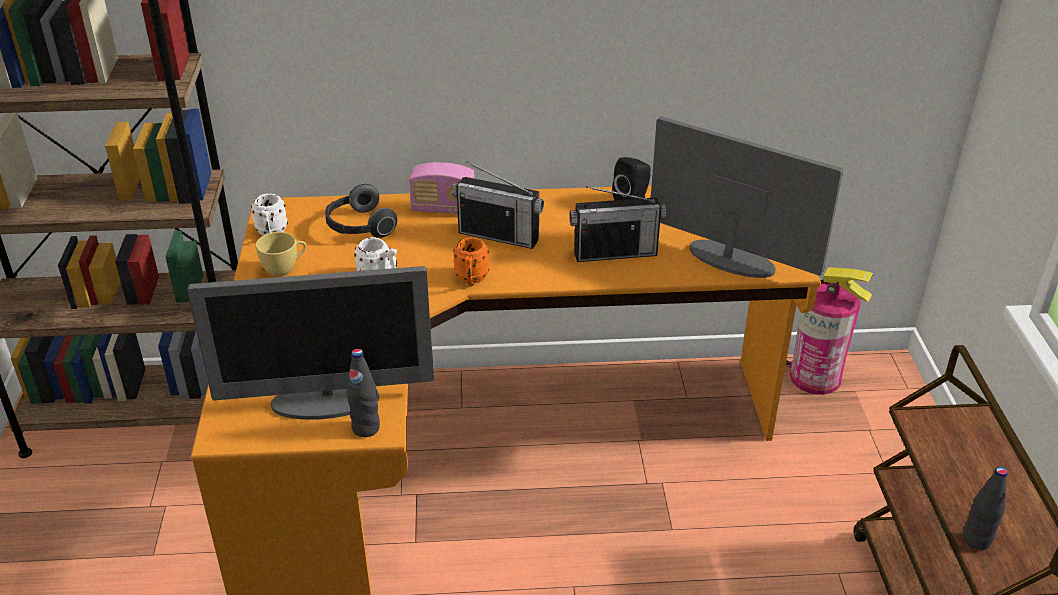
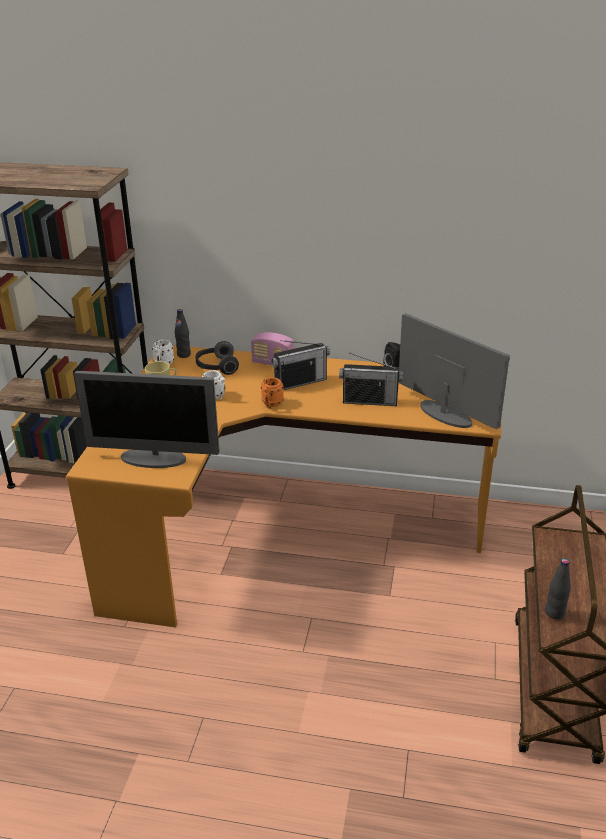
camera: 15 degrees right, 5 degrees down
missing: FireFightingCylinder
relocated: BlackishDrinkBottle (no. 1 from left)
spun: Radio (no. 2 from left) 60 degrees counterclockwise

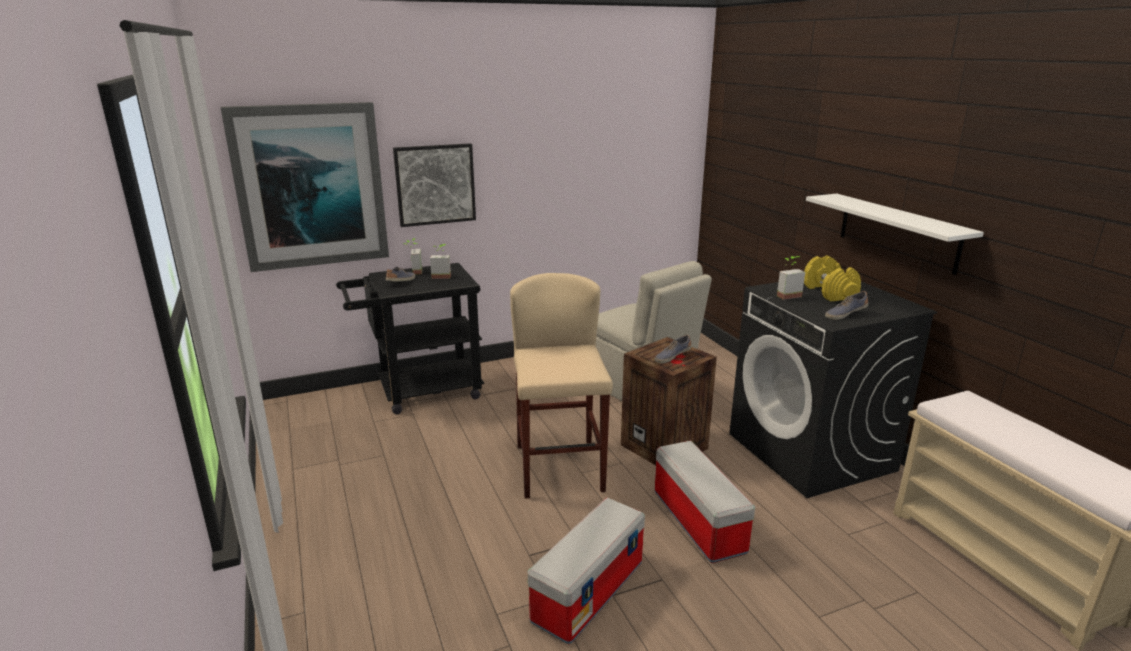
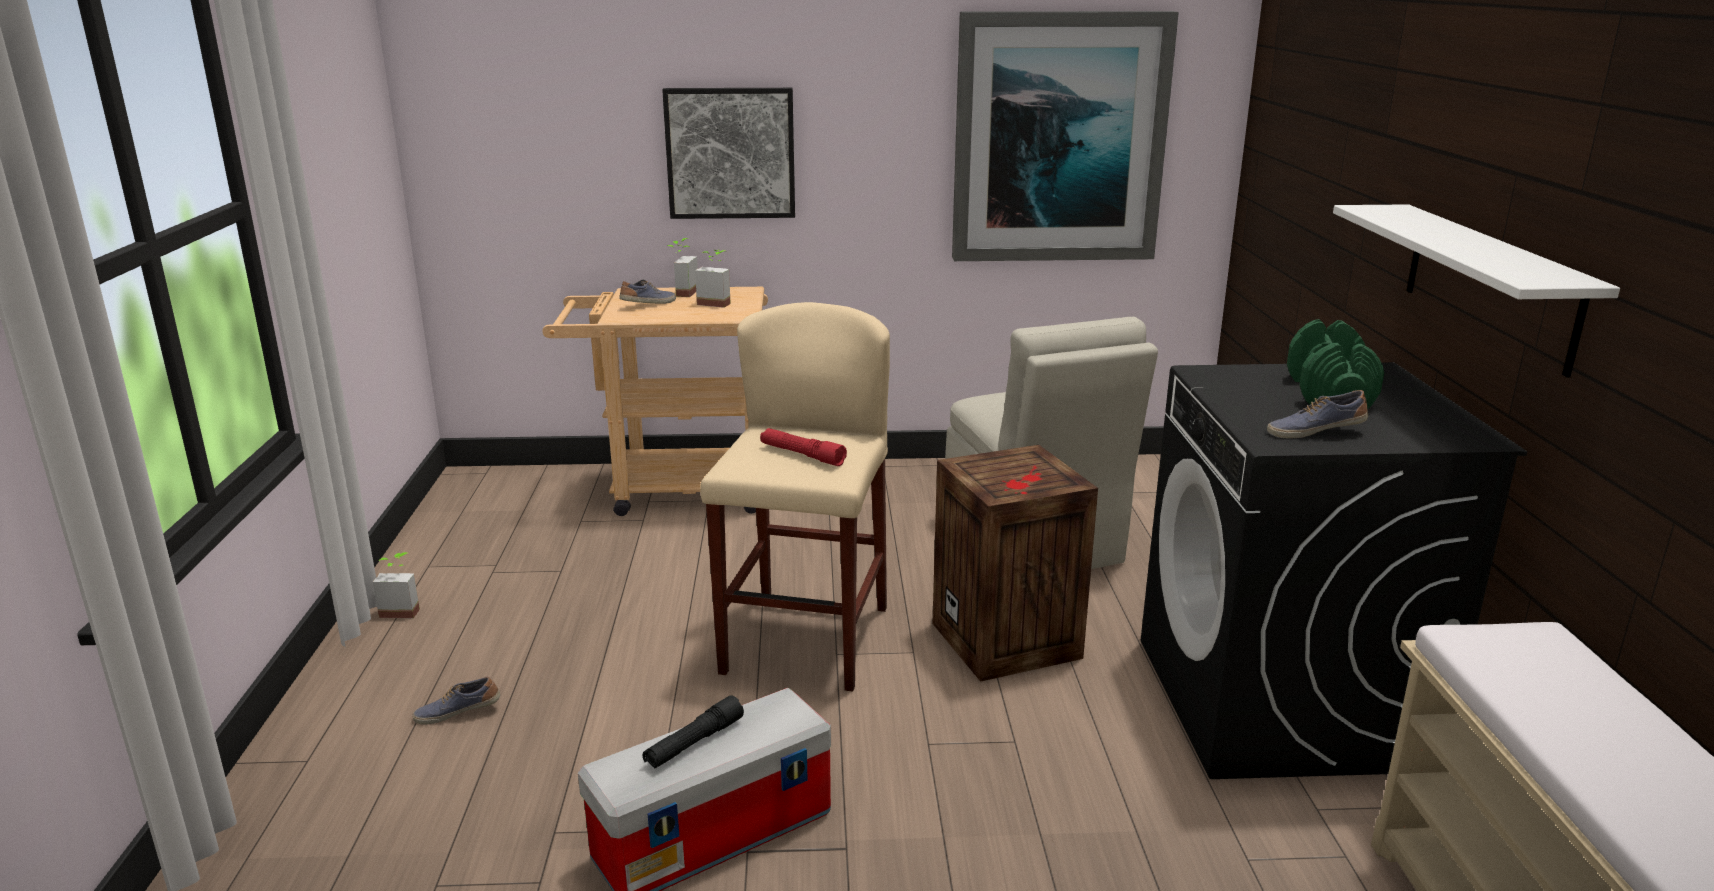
camera: 20 degrees right, 0 degrees up
missing: StorageBin (no. 2 from left)
appeared: RedHandTorch; BlackishHandTorch
relocated: Picture (no. 1 from left in the first image) to Picture (no. 2 from left); Houseplant (no. 3 from left in the first image) to Houseplant (no. 1 from left); Shoe (no. 2 from left in the first image) to Shoe (no. 1 from left)
colour: YellowColouredDumbbell to GreenColouredDumbbell; BlackishCart to SandColouredCart

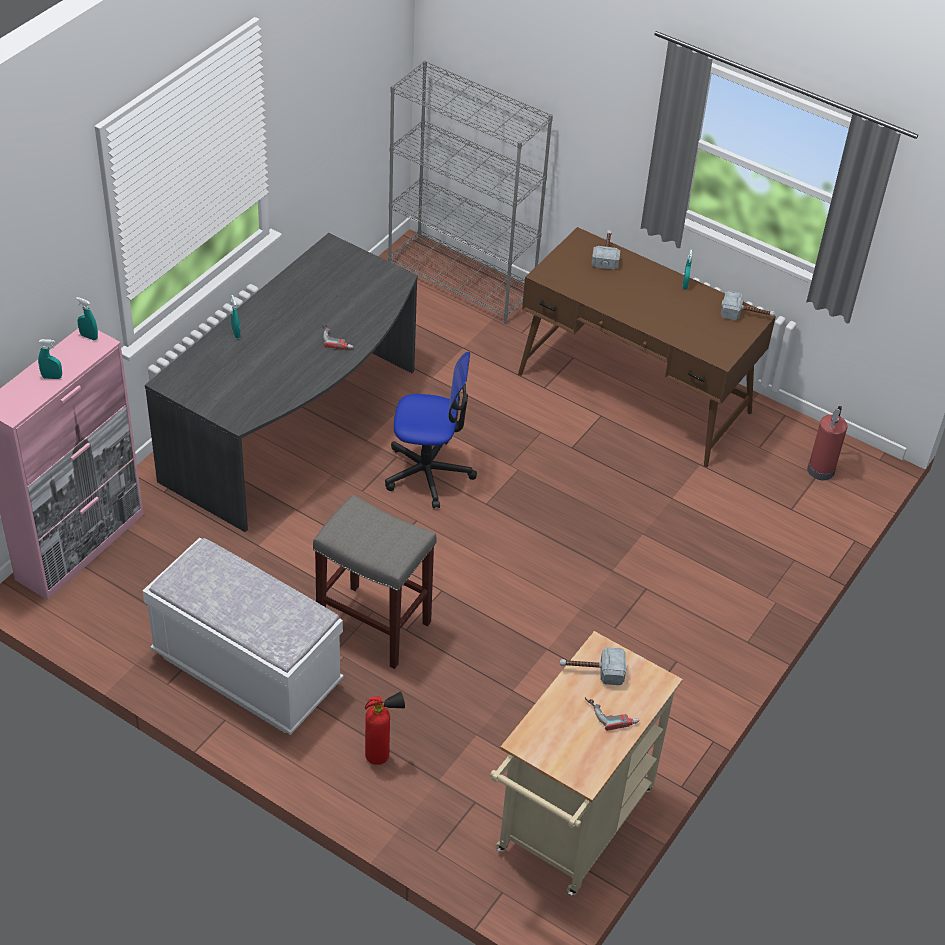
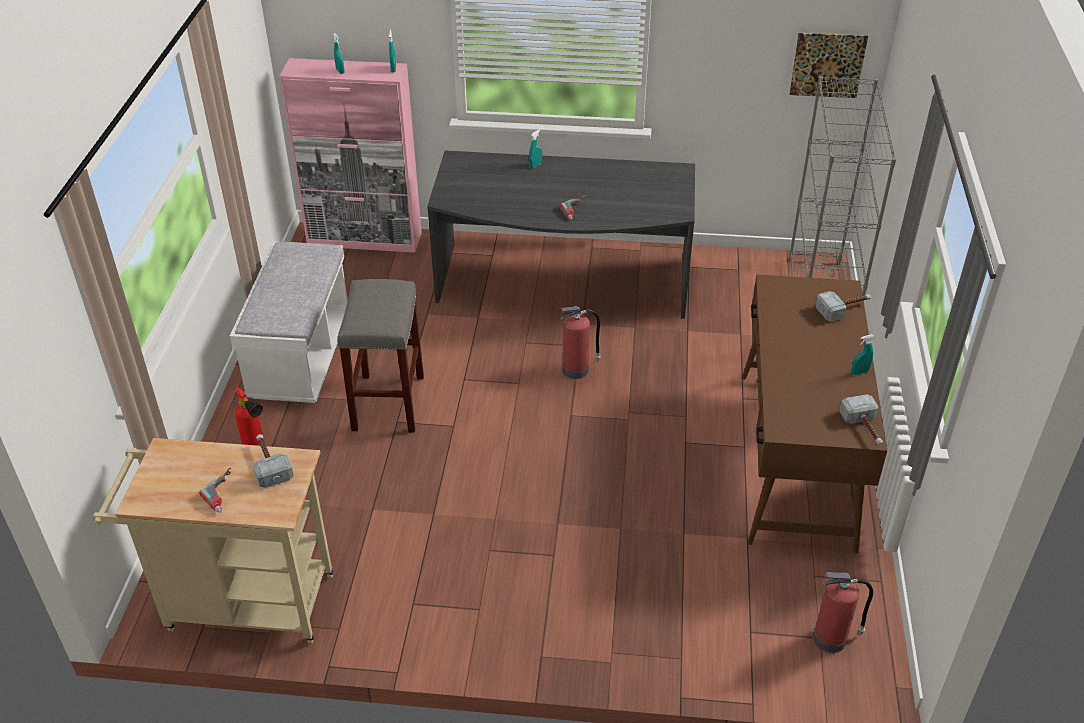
camera: 65 degrees right, 5 degrees down
appeared: Picture
exchanged: OfficeChair to FireFightingCylinder (no. 2 from left)

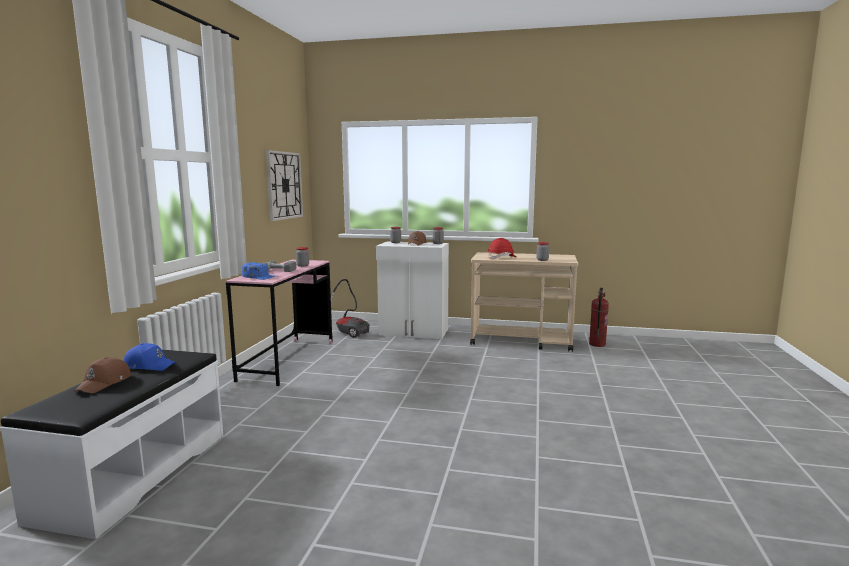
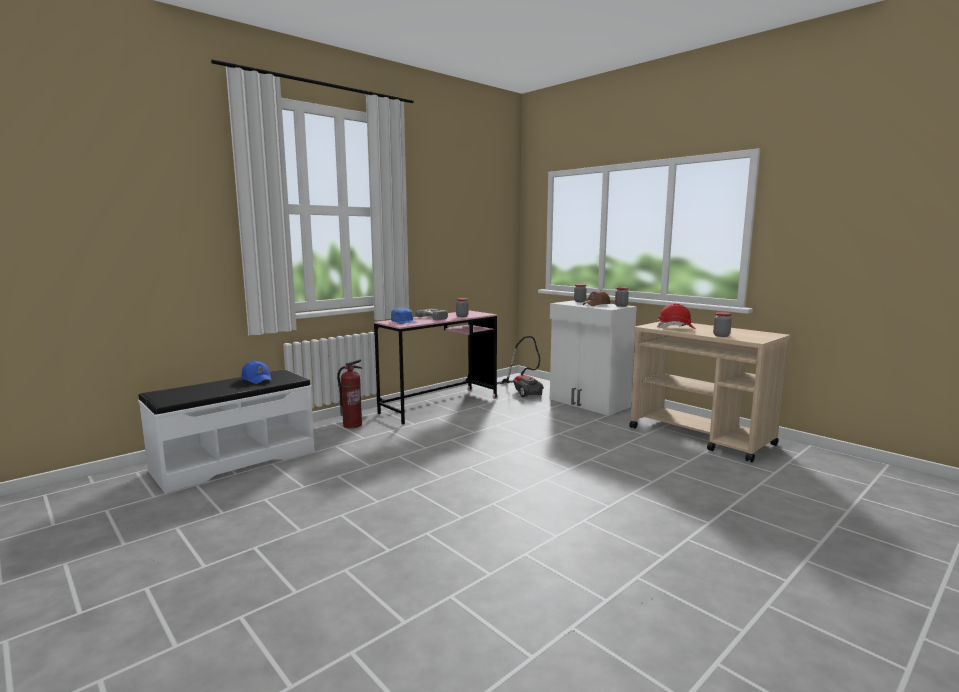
camera: 35 degrees right, 0 degrees up
missing: ClockOnTheWall; BrownPeakedCap (no. 1 from left)
relocated: FireFightingCylinder

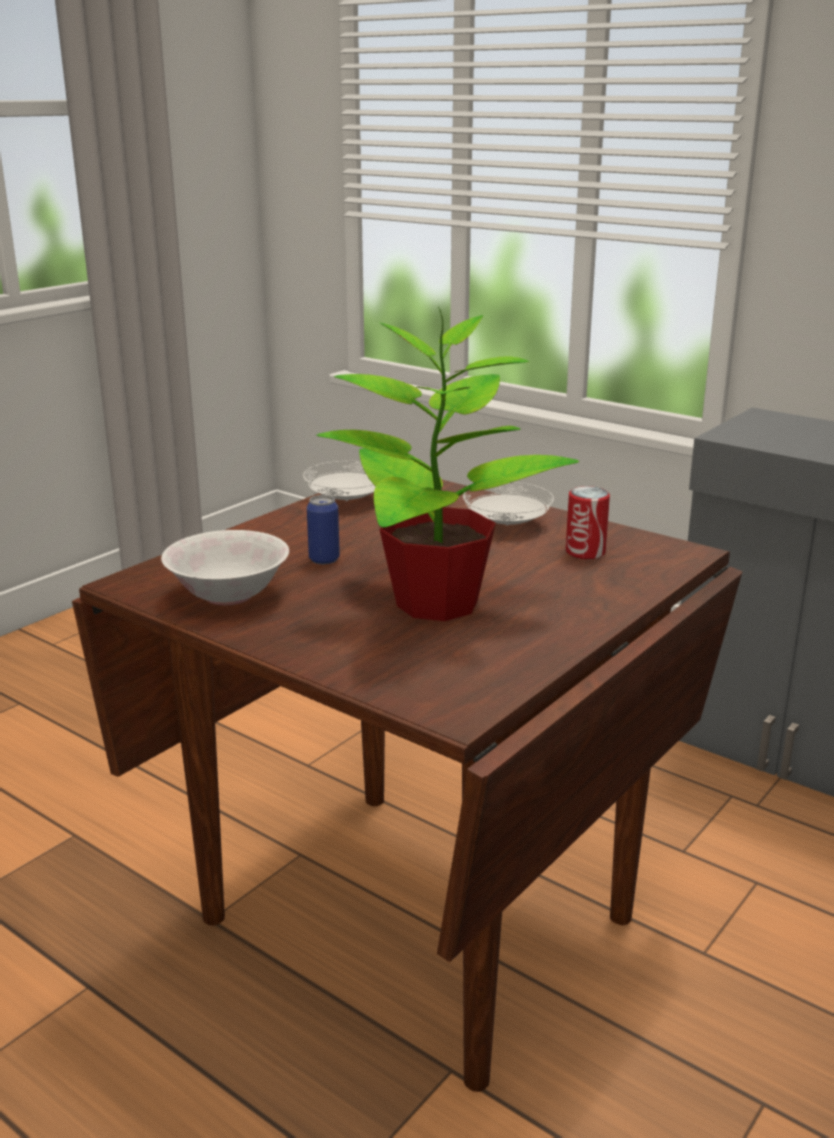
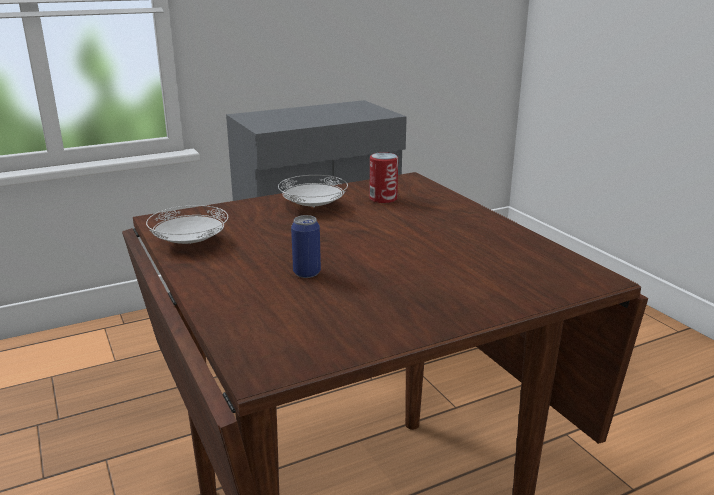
camera: 65 degrees left, 0 degrees up
missing: Houseplant; WhitishServingBowl

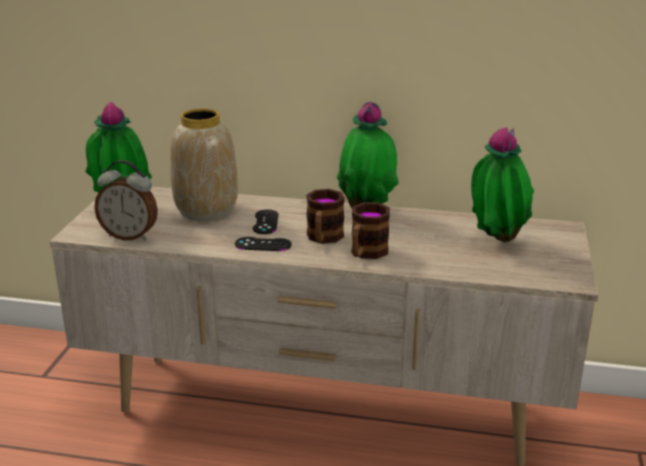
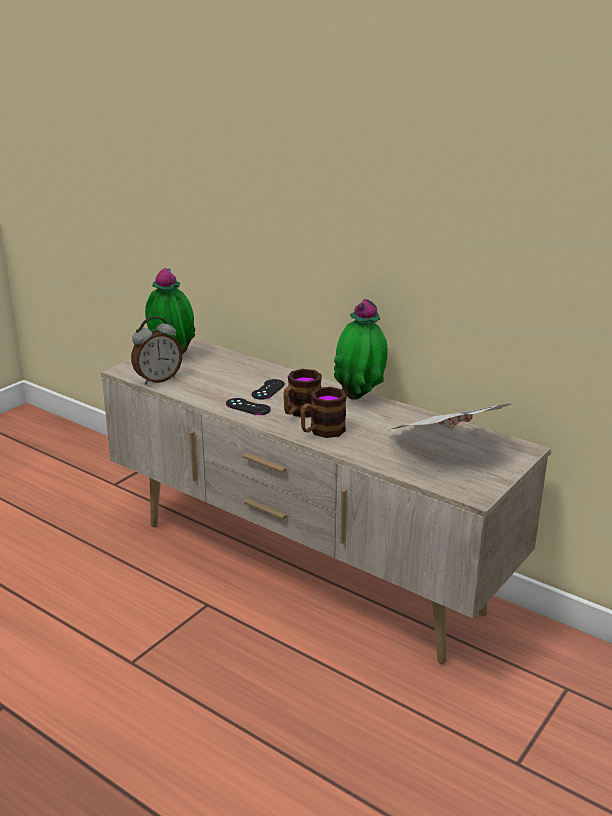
camera: 25 degrees right, 0 degrees up
missing: DecorativeVase
exchanged: Houseplant (no. 3 from left) to Newspaper
spun: TableClock 75 degrees counterclockwise

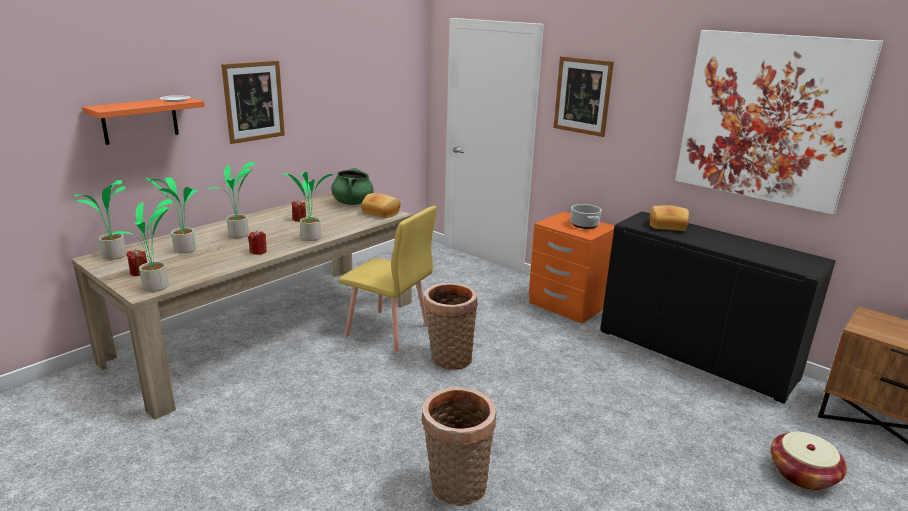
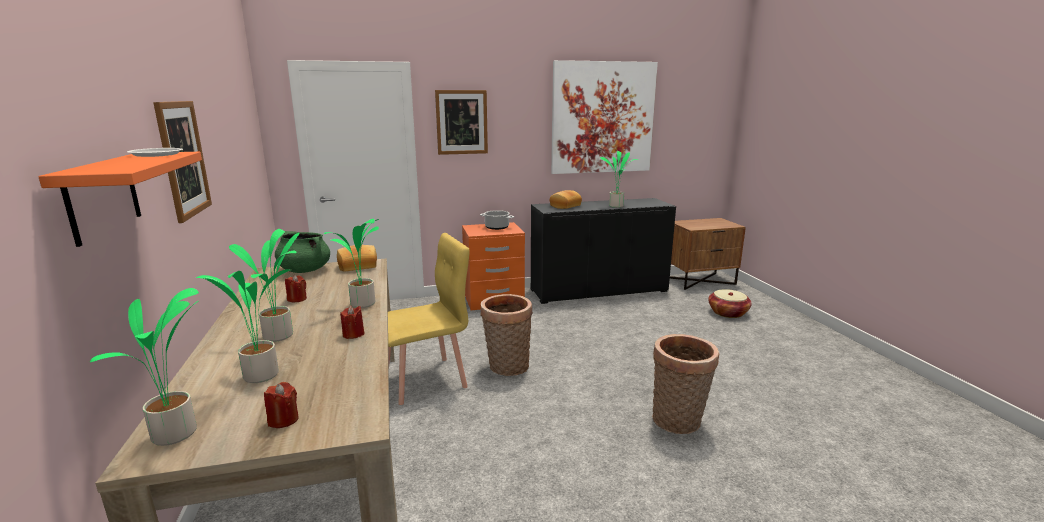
camera: 55 degrees left, 5 degrees down
relocated: Houseplant (no. 2 from left in the first image) to Houseplant (no. 5 from left)

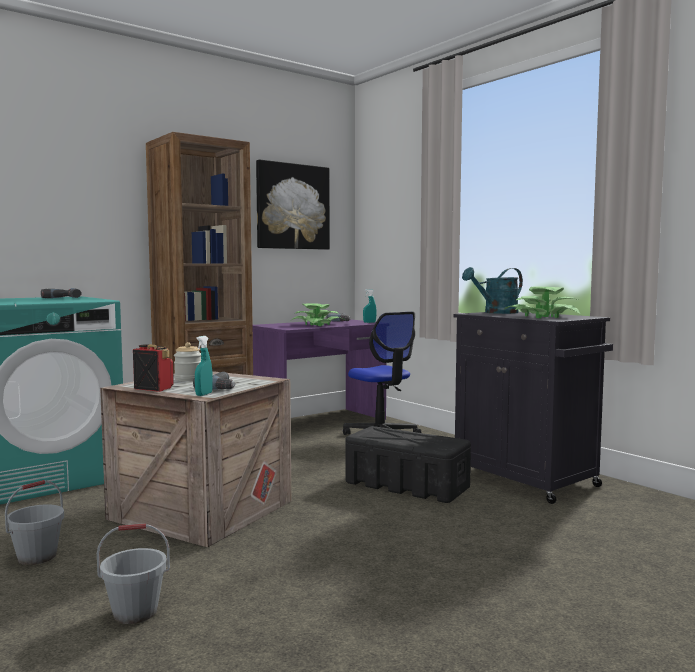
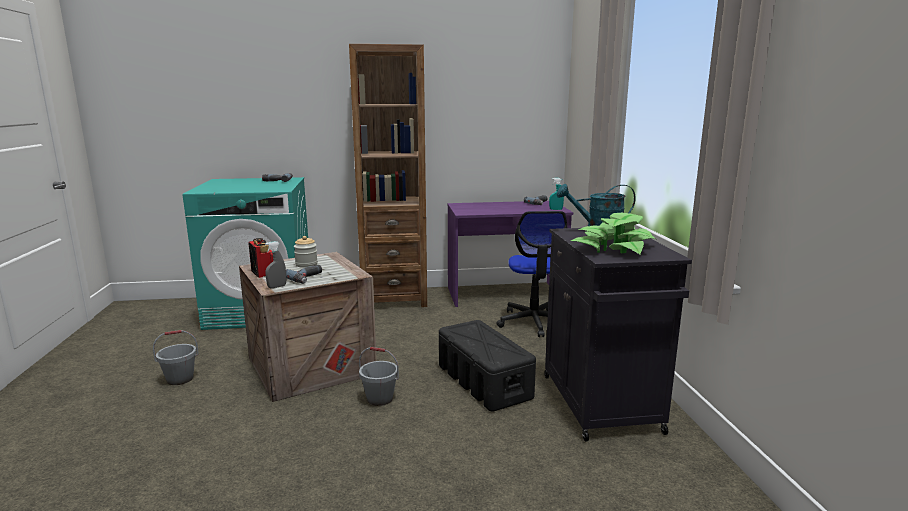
camera: 30 degrees right, 10 degrees up
missing: Picture; Houseplant (no. 1 from left)
relocated: GrayWaterBucket (no. 2 from left)
colour: TurquoiseColouredSprayer (no. 1 from left) to GraySprayer

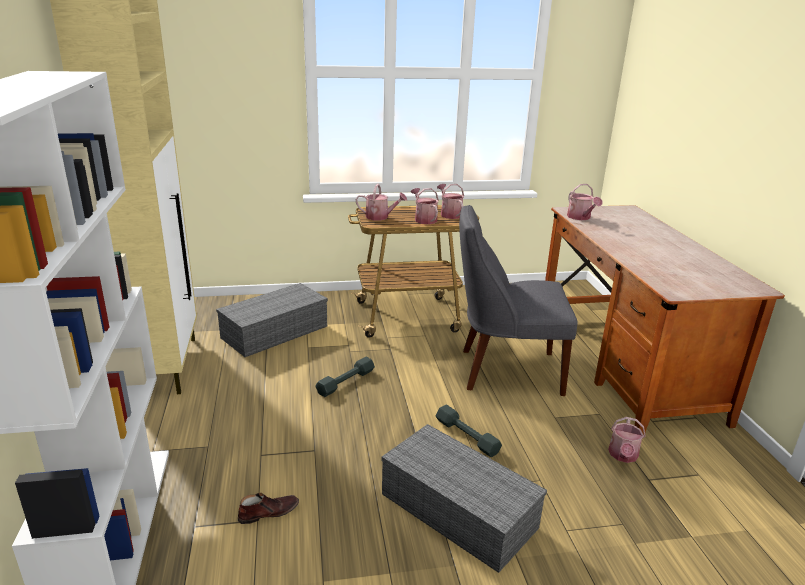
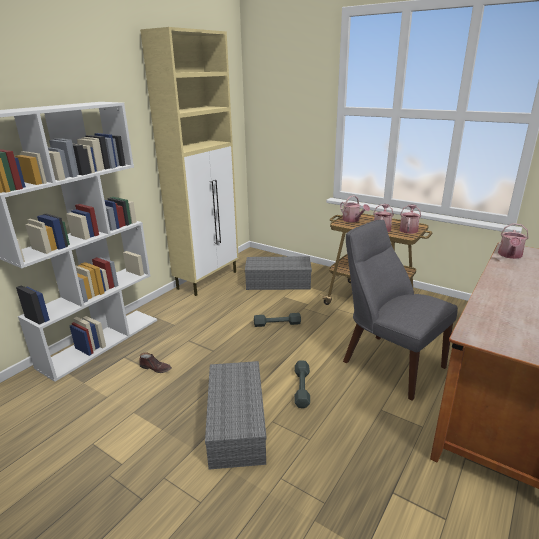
camera: 45 degrees right, 0 degrees up
missing: WateringCan (no. 5 from left)

